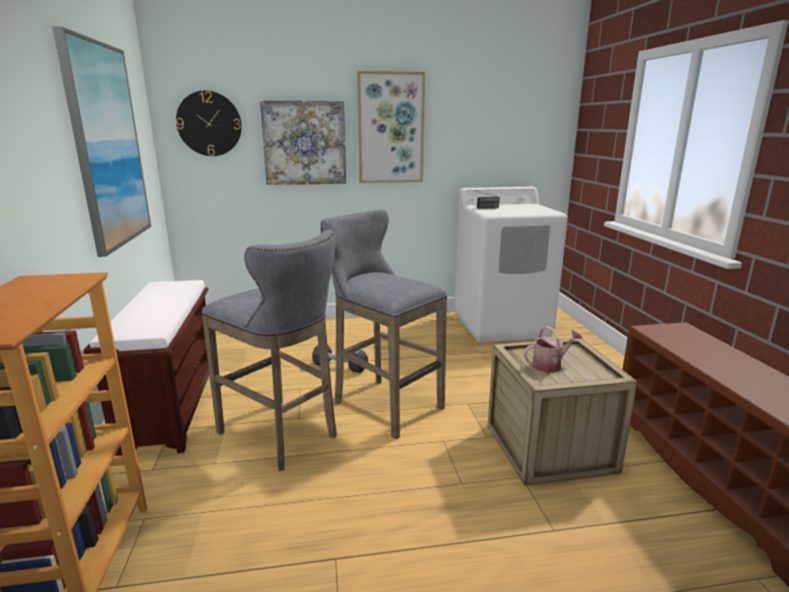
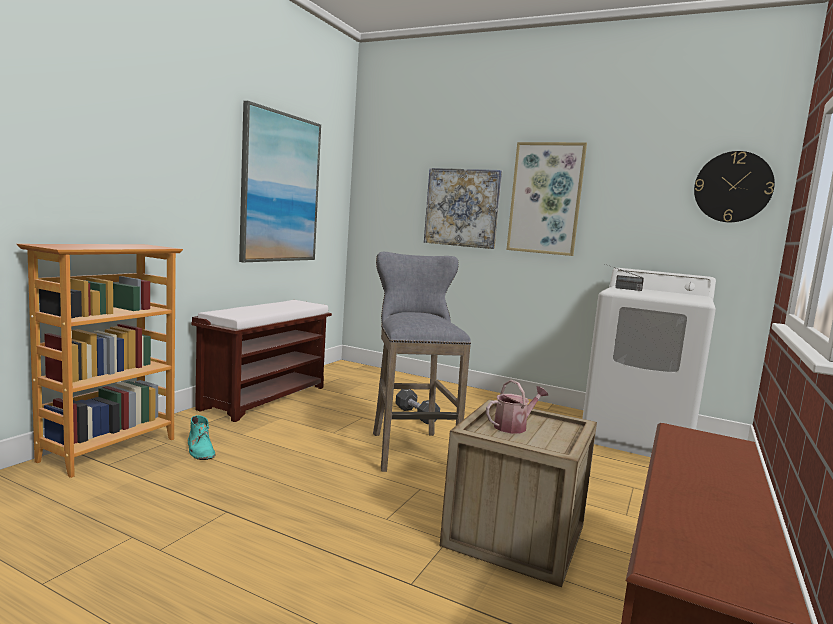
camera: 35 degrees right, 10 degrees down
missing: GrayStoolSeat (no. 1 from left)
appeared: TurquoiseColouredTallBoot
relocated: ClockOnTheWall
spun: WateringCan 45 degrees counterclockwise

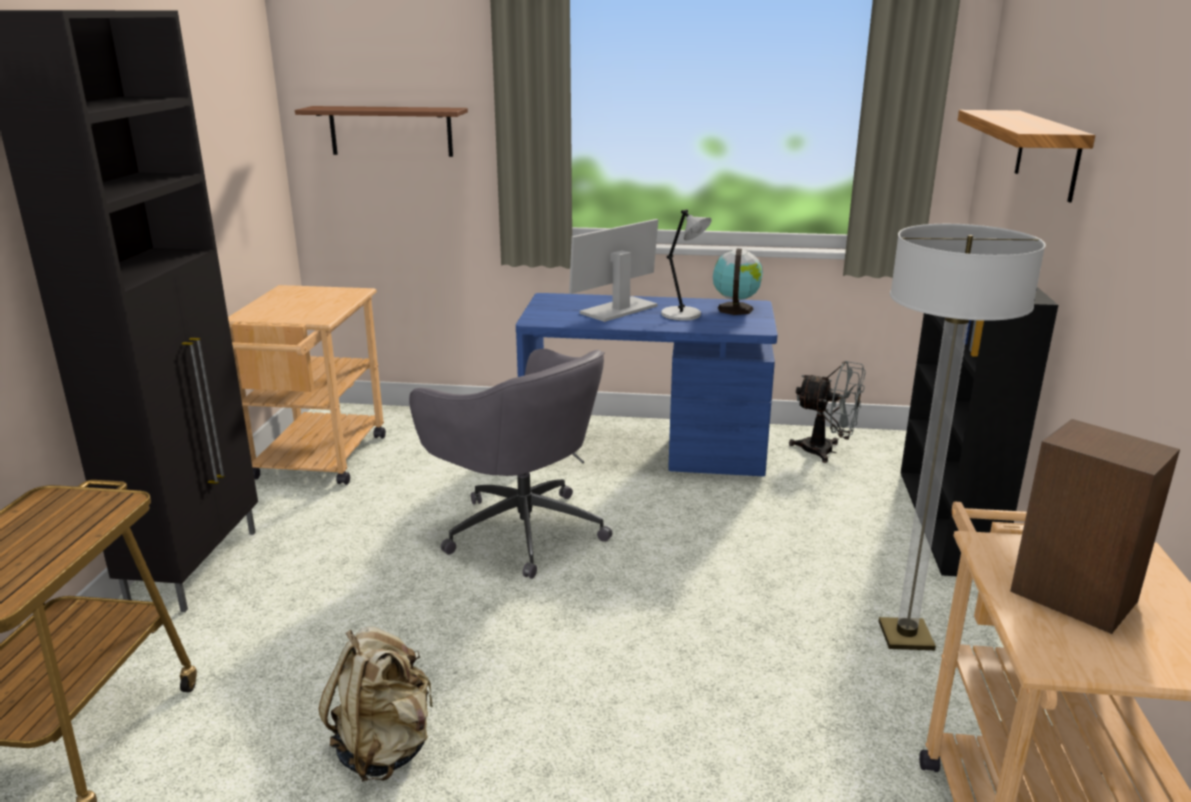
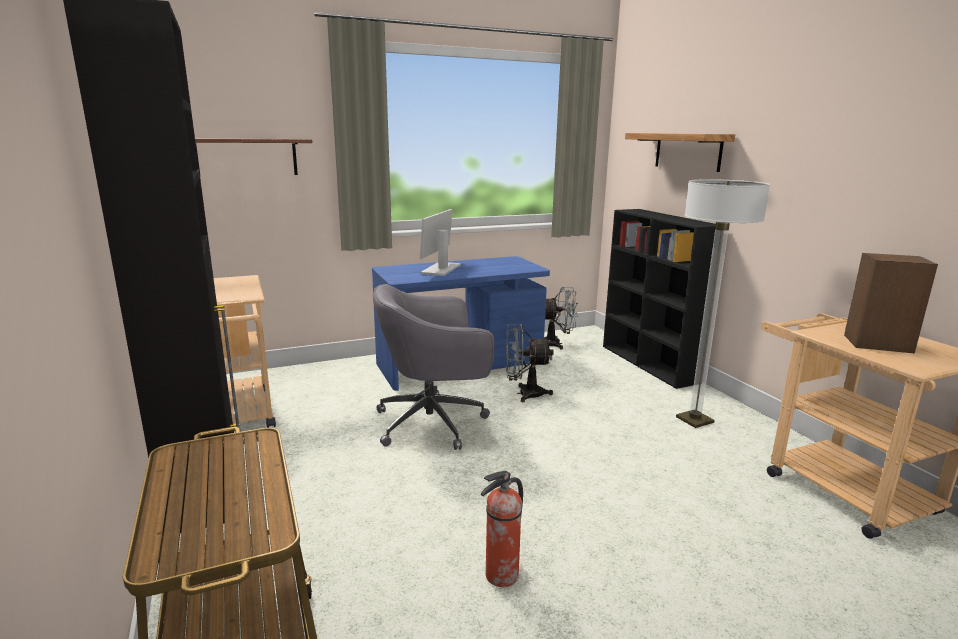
camera: 30 degrees left, 5 degrees down
missing: GrayLampForATable; WorldGlobe
appeared: GrayFan (no. 1 from left)
exchanged: SandColouredRucksack to FireFightingCylinder
spun: GrayOfficeChair 150 degrees clockwise

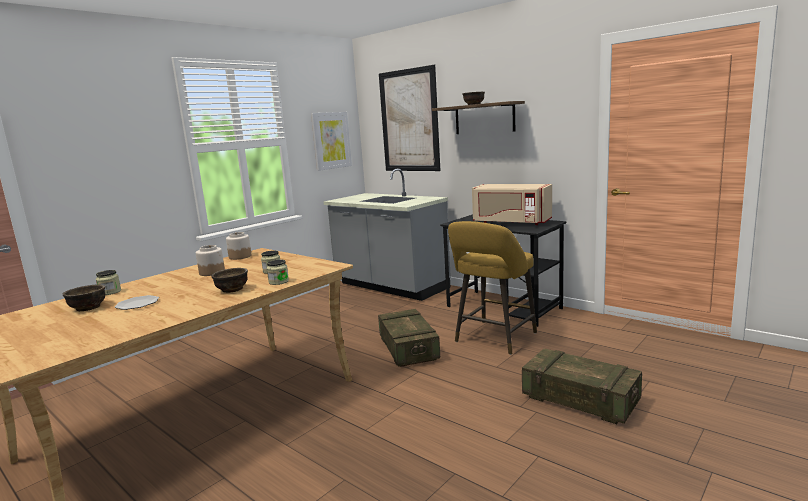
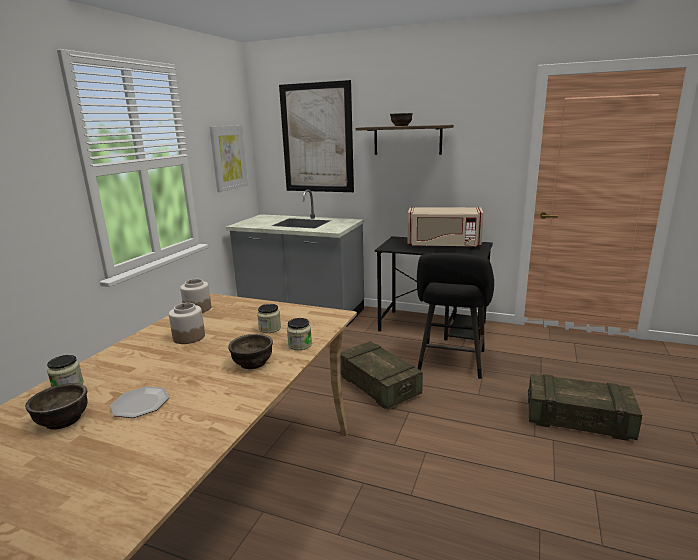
camera: 20 degrees left, 5 degrees up
colour: YellowColouredStoolSeat to BlackishStoolSeat

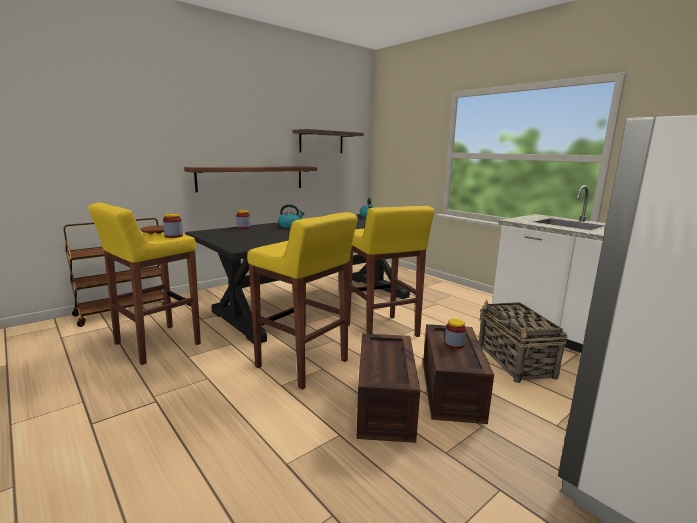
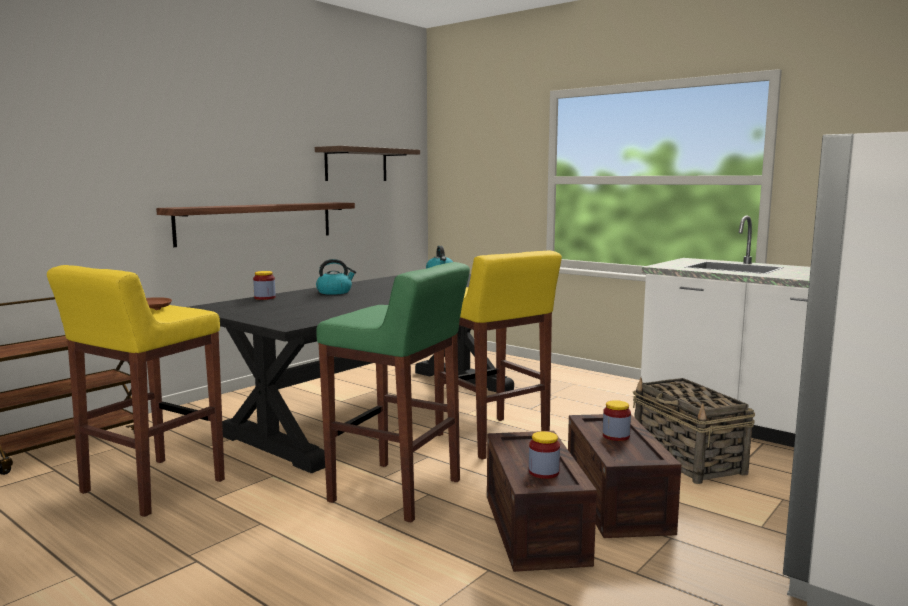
camera: 10 degrees left, 5 degrees down
relocated: Jar (no. 1 from left in the first image) to Jar (no. 2 from left)
colour: YellowColouredStoolSeat (no. 2 from left) to GreenColouredStoolSeat

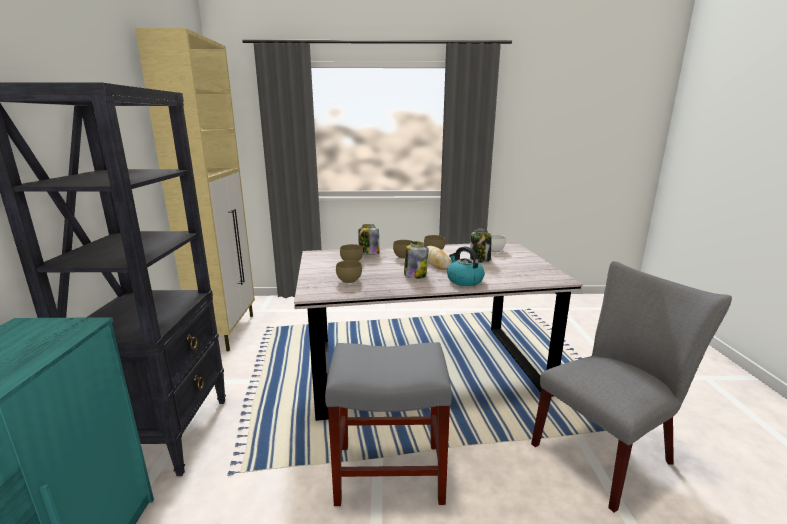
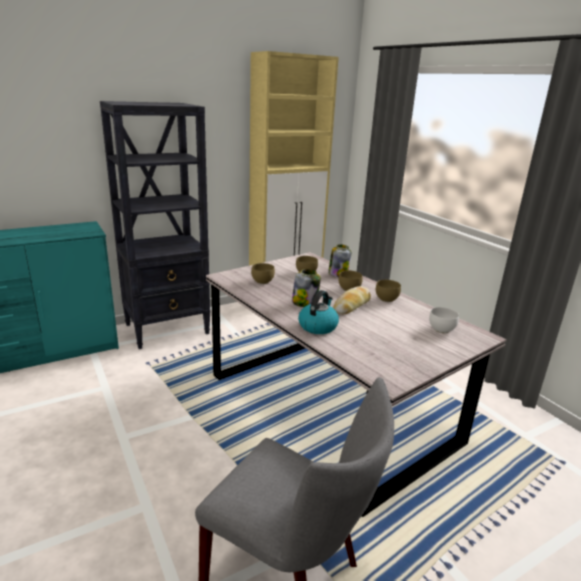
camera: 60 degrees right, 5 degrees up
missing: Jar (no. 3 from left); GrayStoolSeat

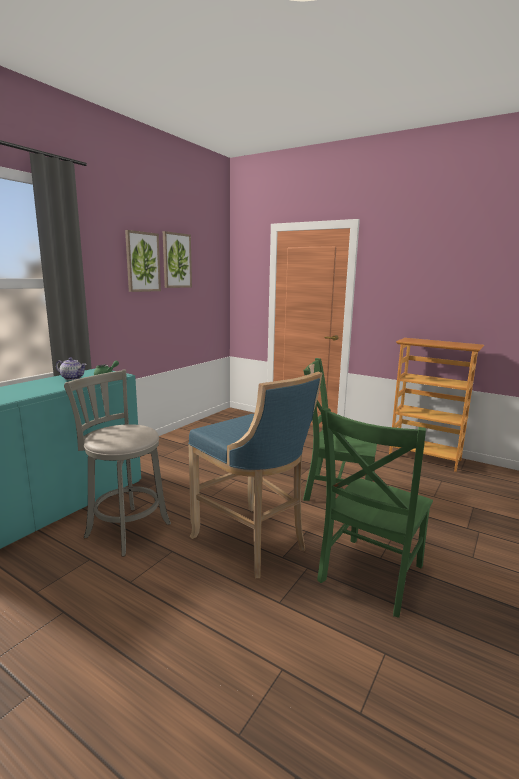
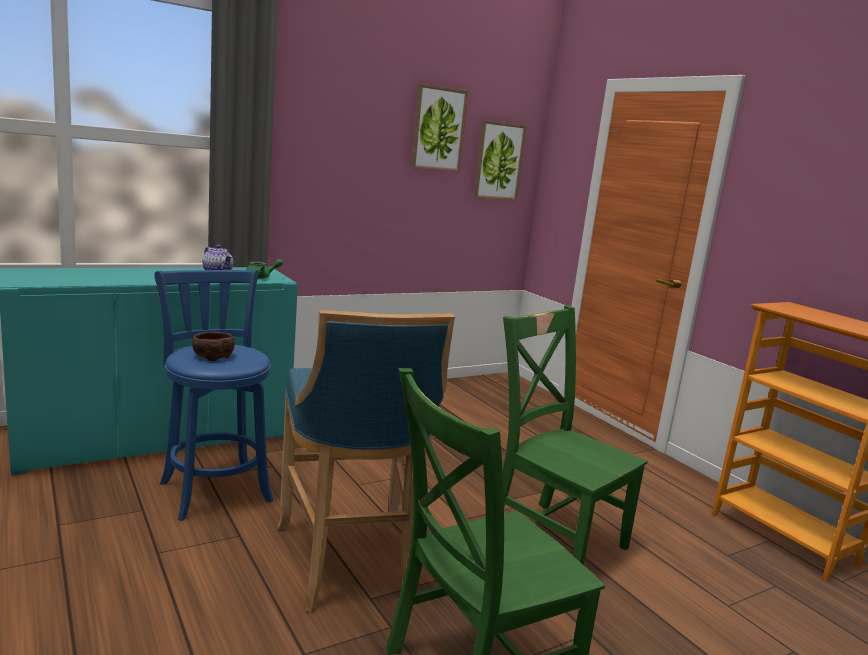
camera: 25 degrees right, 0 degrees up
appeared: BrownServingBowl
relocated: Picture (no. 1 from left in the first image) to Picture (no. 2 from left)
colour: GrayStoolSeat to BlueColouredStoolSeat (no. 1 from left)

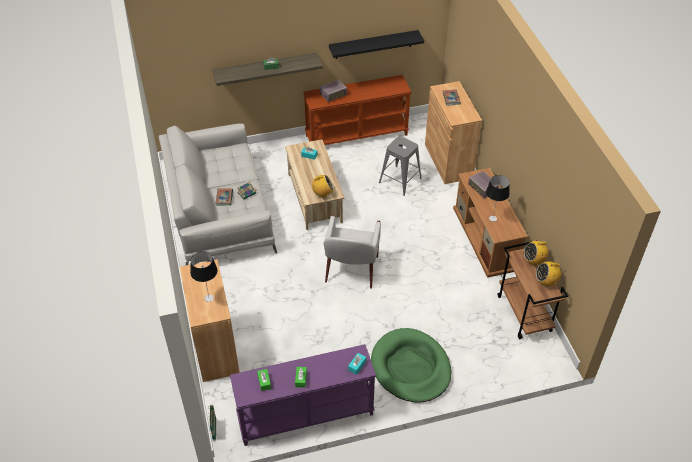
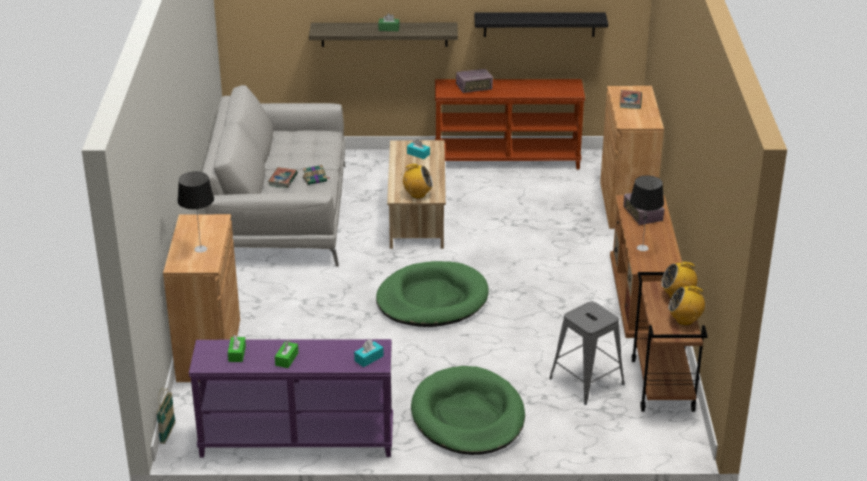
camera: 15 degrees right, 15 degrees down
relocated: GrayStoolSeat
exchanged: WhitishArmchair to GreenColouredPetBed (no. 1 from left)

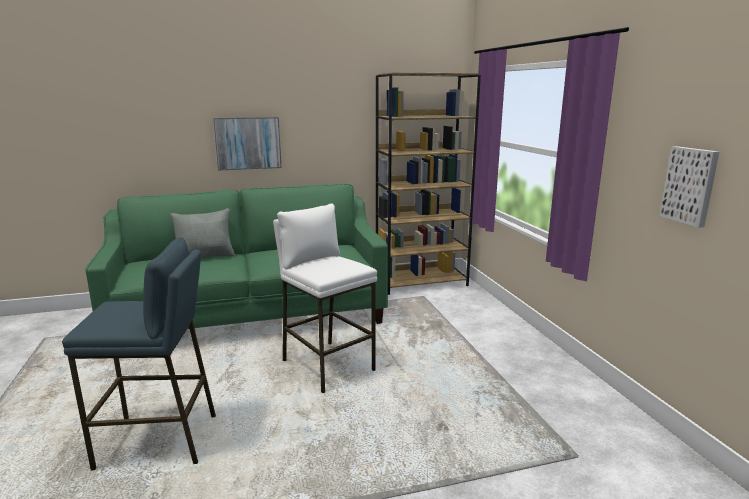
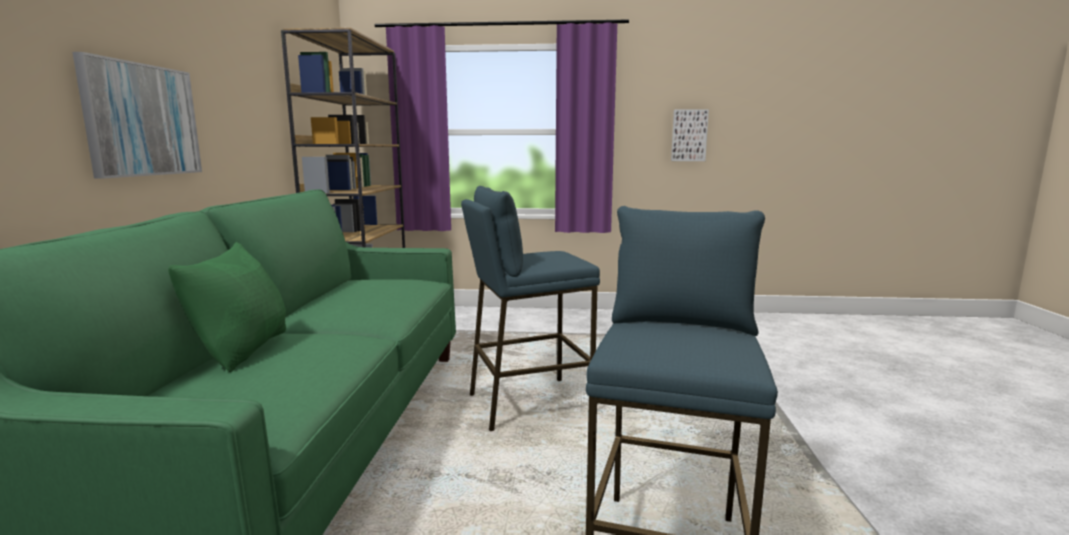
camera: 70 degrees left, 5 degrees down
colour: WhitishStoolSeat to BlueColouredStoolSeat (no. 1 from left); GrayThrowPillow to GreenColouredThrowPillow

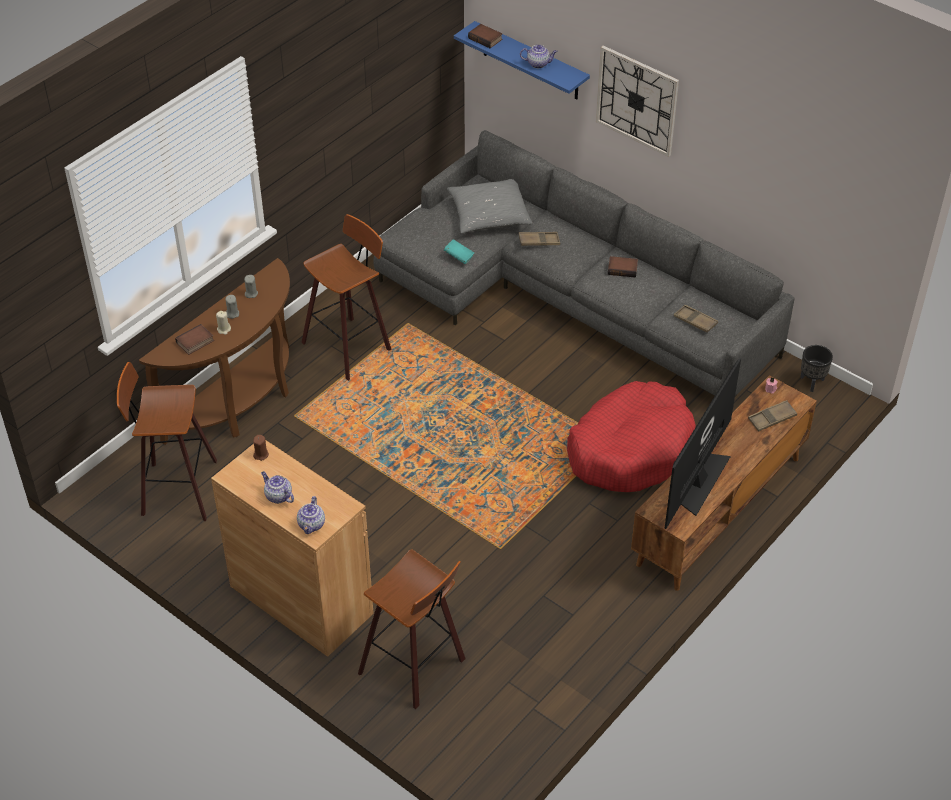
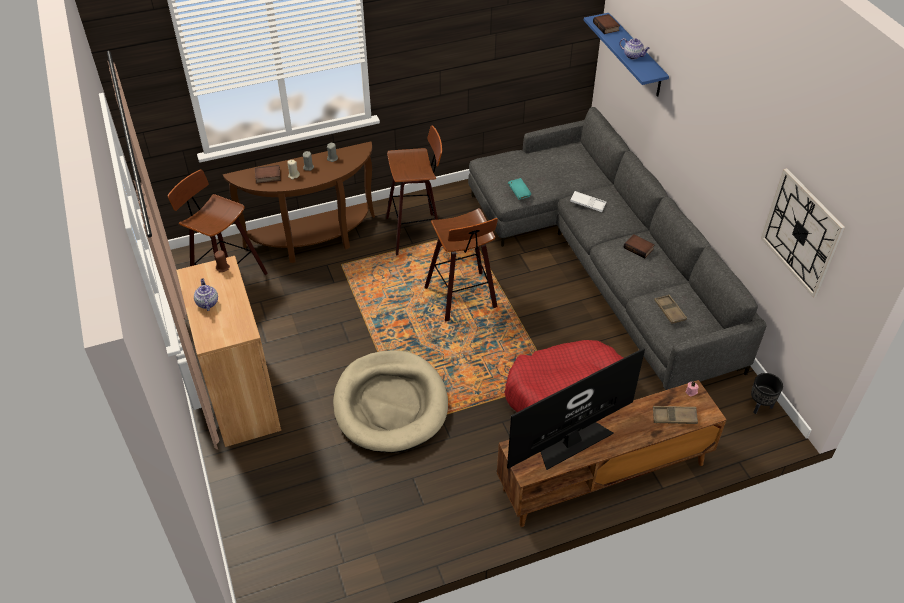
camera: 30 degrees right, 0 degrees up
missing: GrayThrowPillow; Teapot (no. 2 from left)
appeared: SandColouredPetBed
relocated: ClockOnTheWall; StoolSeat (no. 3 from left)
colour: BrownServingTray (no. 1 from left) to WhitishServingTray

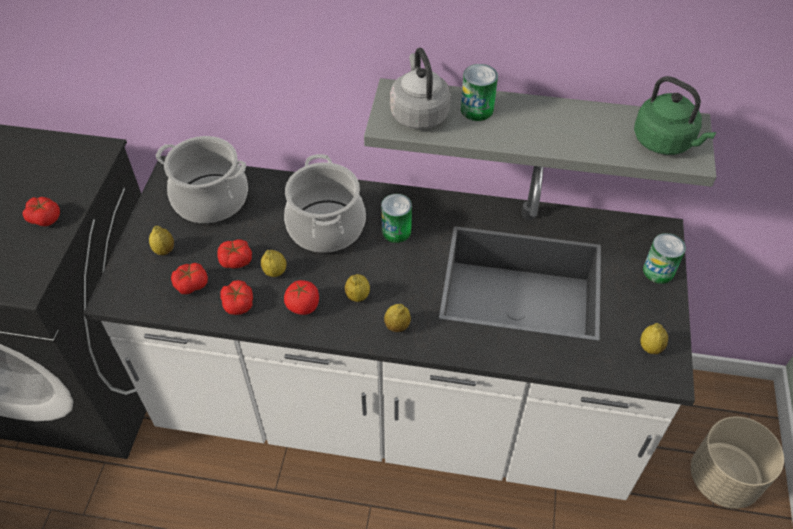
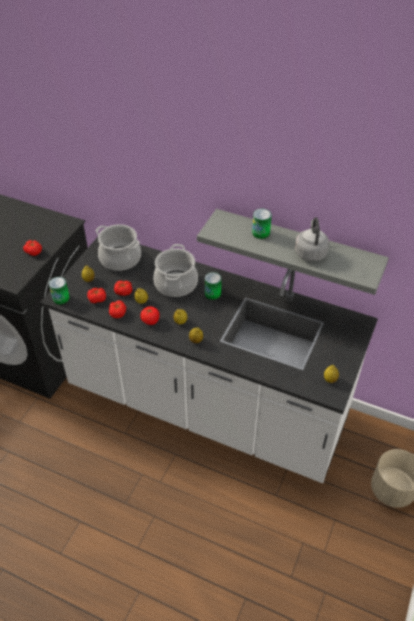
camera: 15 degrees right, 5 degrees down
missing: GreenColouredKettle
relocated: GrayKettle; SealedCan (no. 3 from left in the first image) to SealedCan (no. 1 from left)

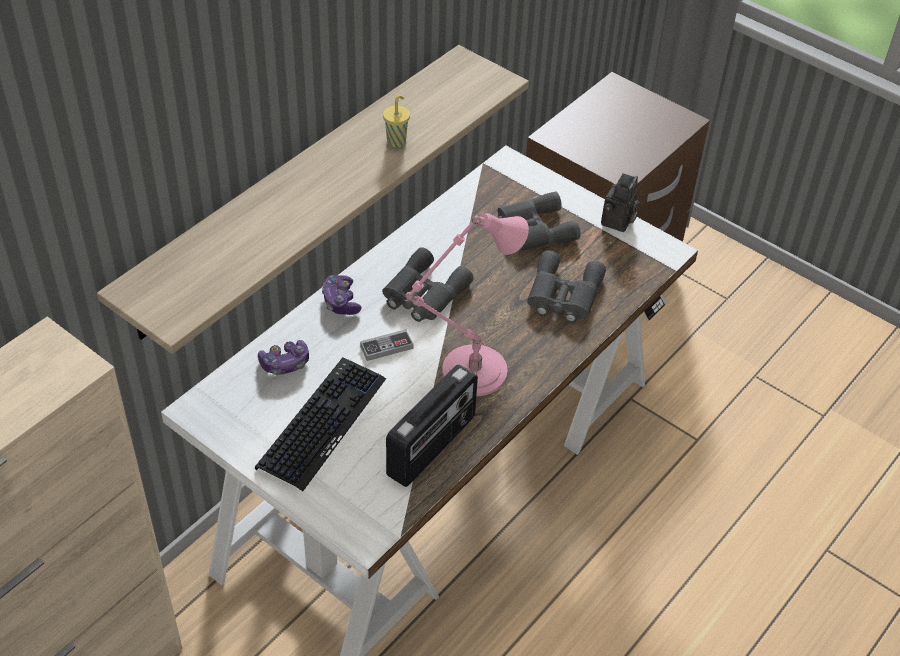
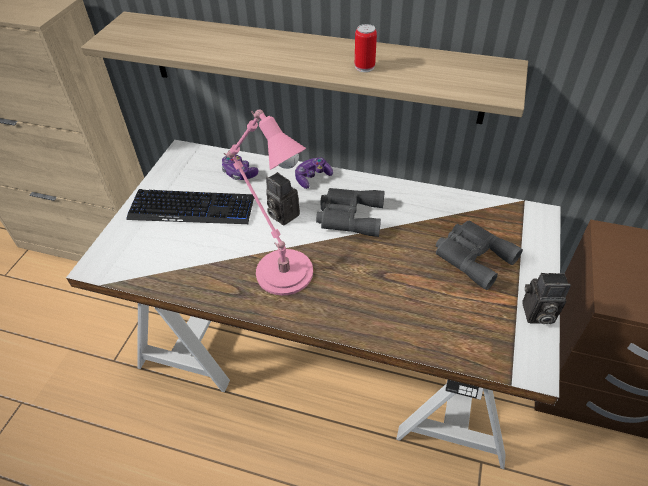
camera: 70 degrees right, 0 degrees up
missing: GrayPairOfBinoculars (no. 3 from left); Radio
exchanged: YellowColouredSmallCup to SealedCan; GameController (no. 3 from left) to PhotoCamera (no. 1 from left)

